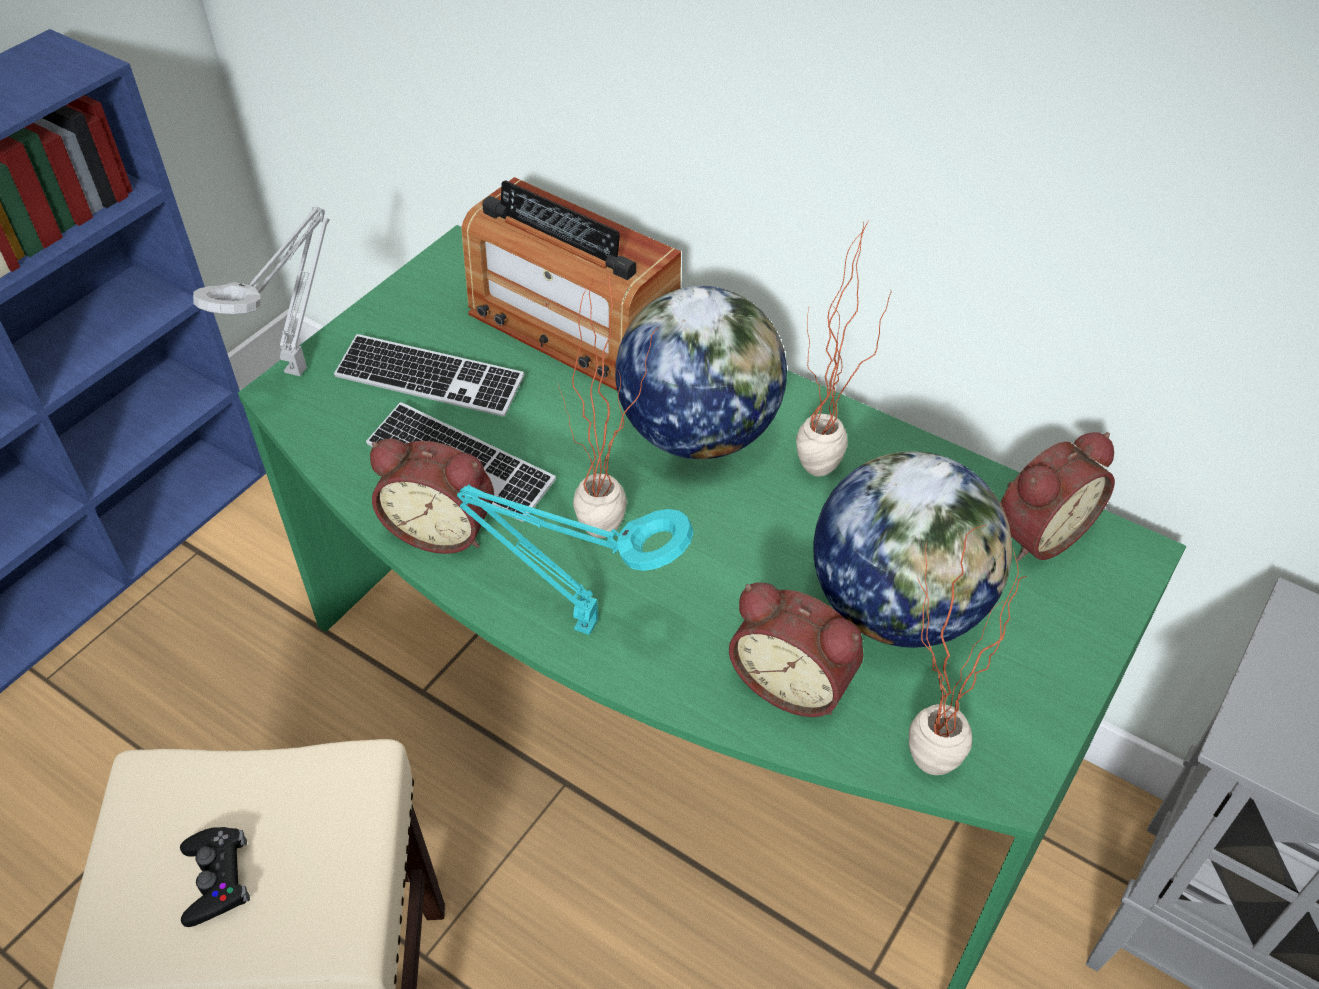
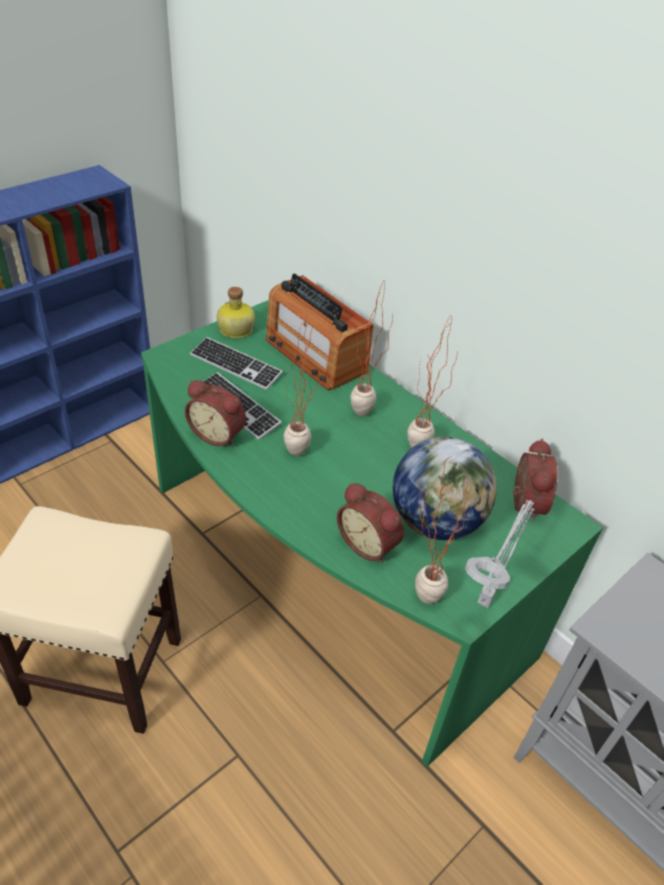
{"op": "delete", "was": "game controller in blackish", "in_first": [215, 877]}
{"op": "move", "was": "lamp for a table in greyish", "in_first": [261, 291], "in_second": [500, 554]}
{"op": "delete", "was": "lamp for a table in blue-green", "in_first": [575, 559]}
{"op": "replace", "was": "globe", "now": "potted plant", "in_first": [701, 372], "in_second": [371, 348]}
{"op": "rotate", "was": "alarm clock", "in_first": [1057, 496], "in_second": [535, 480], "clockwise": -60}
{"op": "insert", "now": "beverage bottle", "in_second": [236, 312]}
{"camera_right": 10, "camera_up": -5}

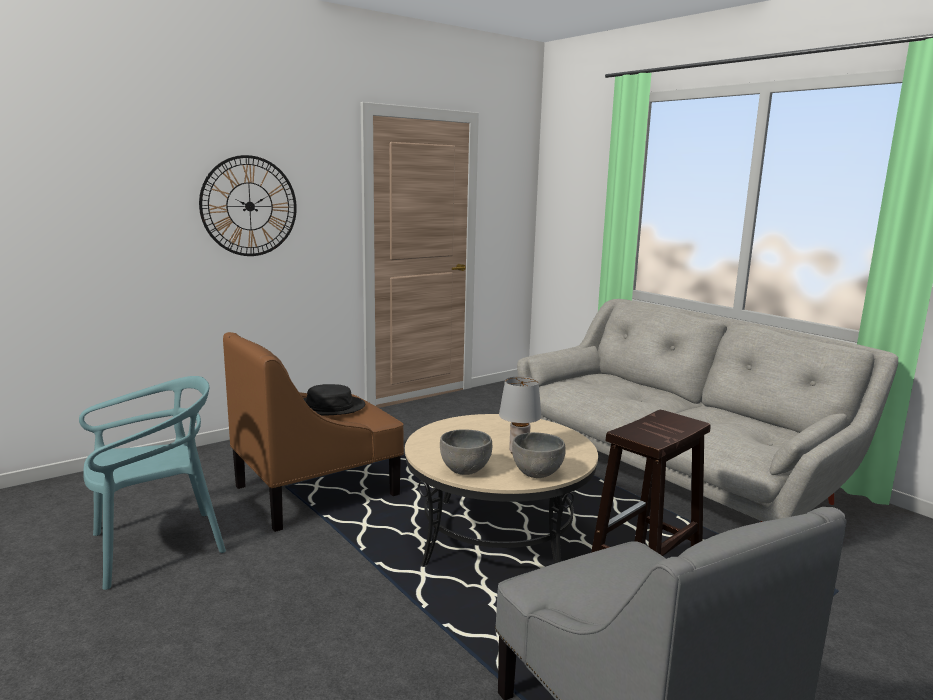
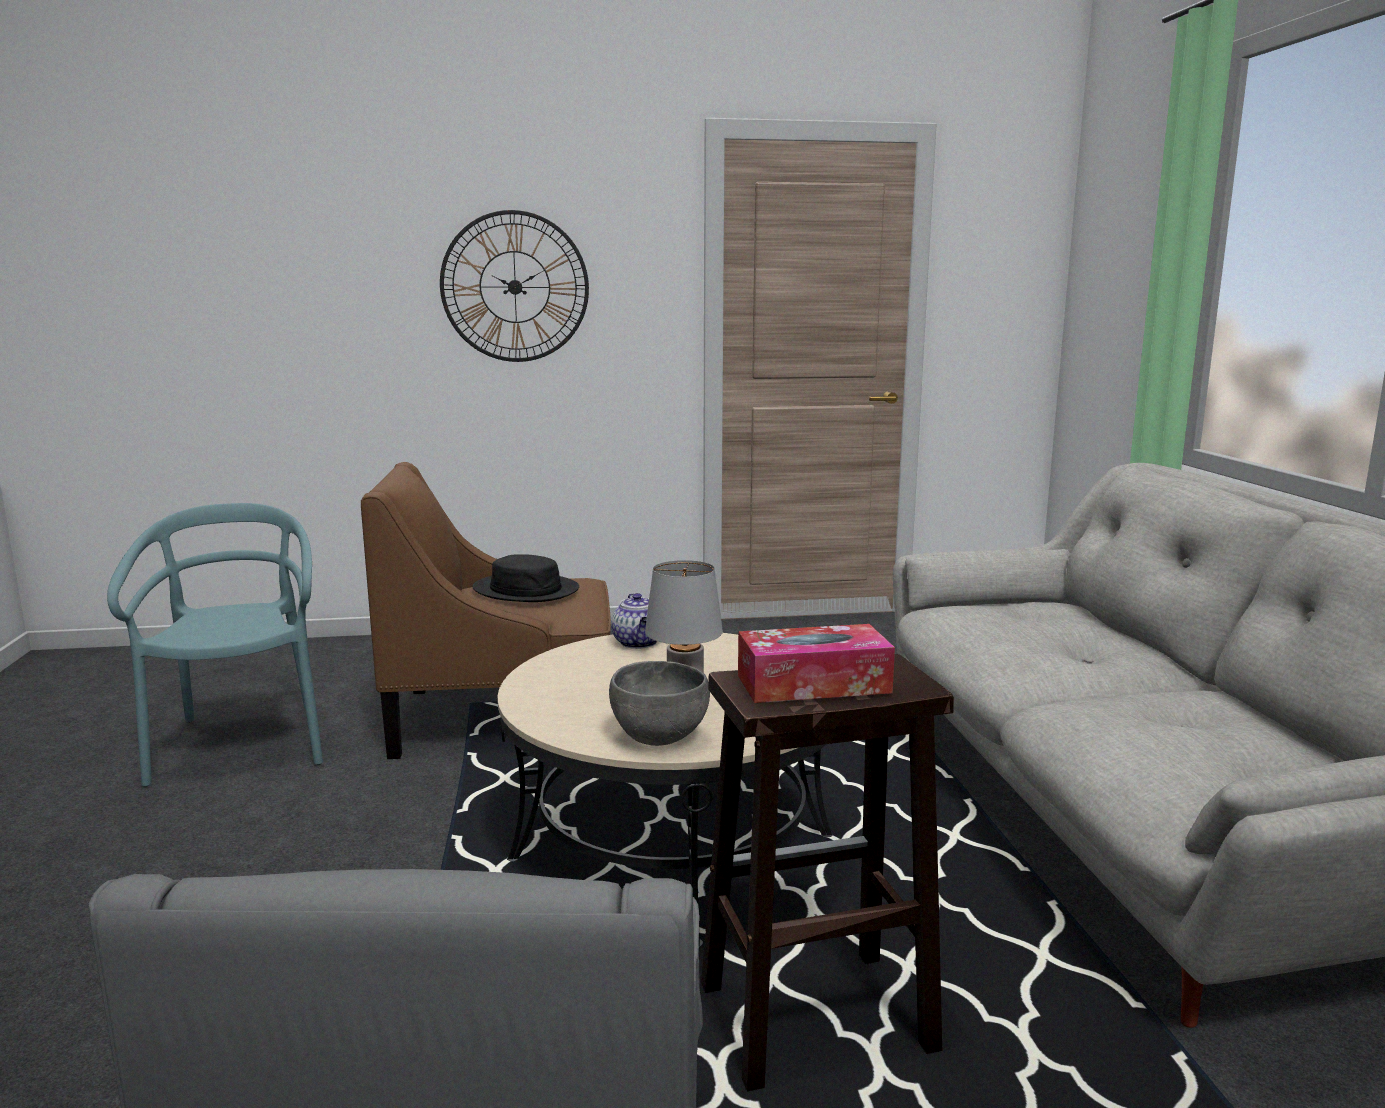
{"op": "rotate", "was": "chair in blue-green", "in_first": [152, 483], "in_second": [215, 645], "clockwise": -105}
{"op": "delete", "was": "deep dish in greyish", "in_first": [466, 452]}
{"op": "insert", "now": "tea pot", "in_second": [634, 621]}
{"op": "insert", "now": "box of tissues", "in_second": [816, 663]}
{"camera_right": 30, "camera_up": 0}

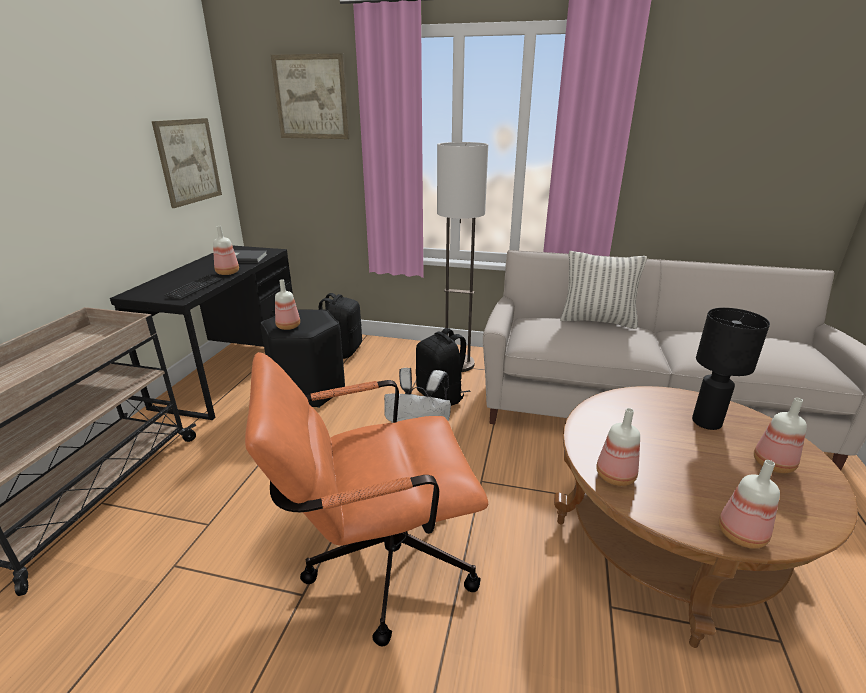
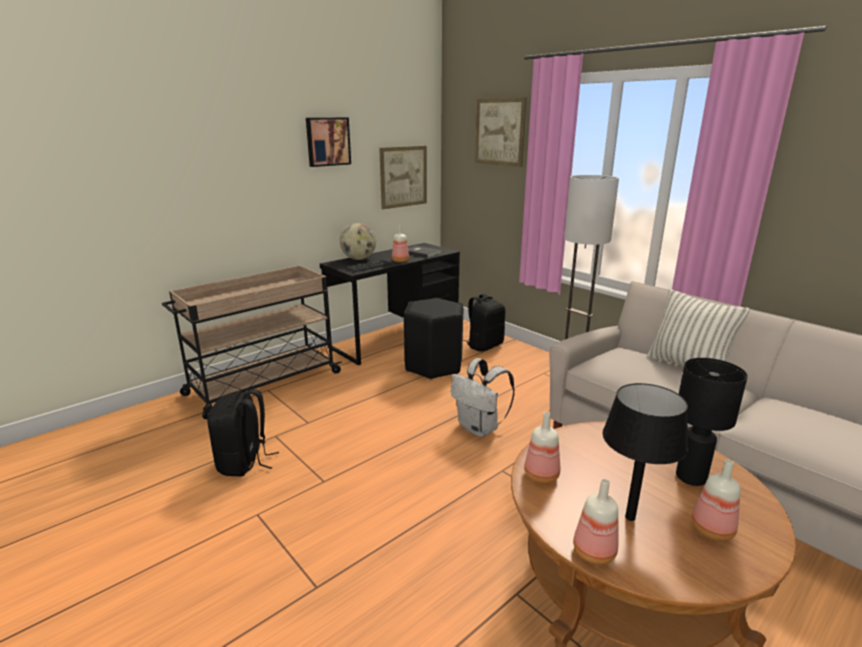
{"op": "delete", "was": "computer chair in orangey", "in_first": [366, 499]}
{"op": "delete", "was": "beverage bottle", "in_first": [287, 305]}
{"op": "move", "was": "knapsack in blackish", "in_first": [443, 367], "in_second": [243, 432]}
{"op": "insert", "now": "wall art", "in_second": [328, 142]}
{"op": "insert", "now": "globe", "in_second": [358, 241]}
{"op": "insert", "now": "lamp for a table in blackish", "in_second": [645, 452]}
{"camera_right": 35, "camera_up": -5}

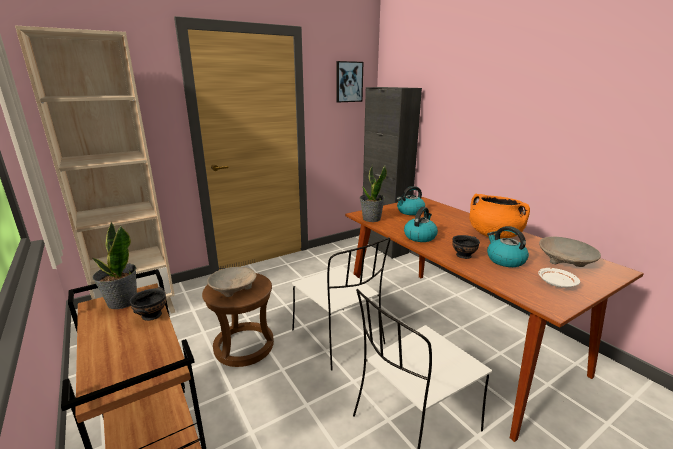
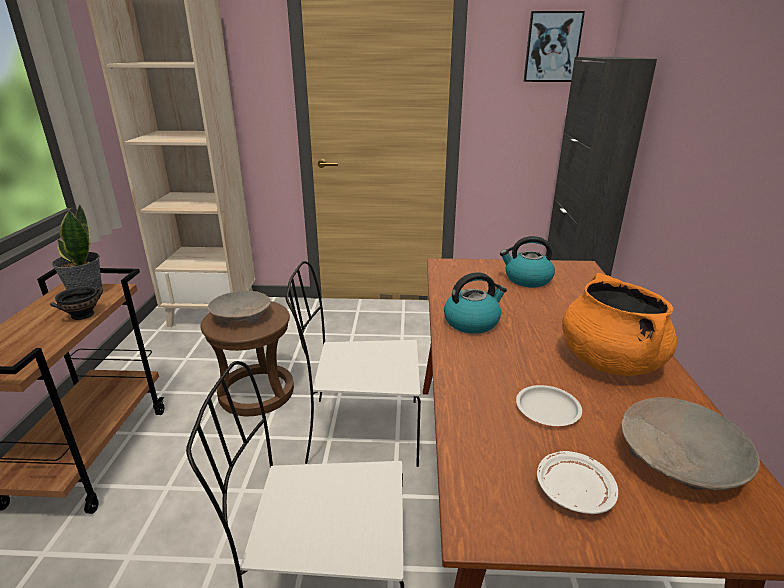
{"op": "rotate", "was": "chair in white-coloured", "in_first": [341, 304], "in_second": [353, 364], "clockwise": 90}
{"op": "delete", "was": "potted plant", "in_first": [373, 193]}
{"op": "delete", "was": "deep dish in blackish", "in_first": [466, 247]}
{"op": "replace", "was": "kettle", "now": "flat dish in white-coloured", "in_first": [508, 246], "in_second": [549, 405]}
{"camera_right": 35, "camera_up": 5}

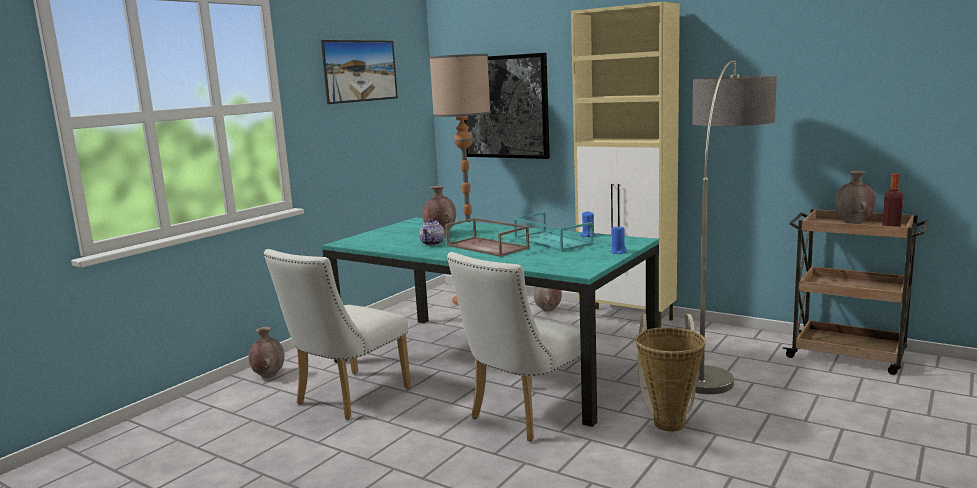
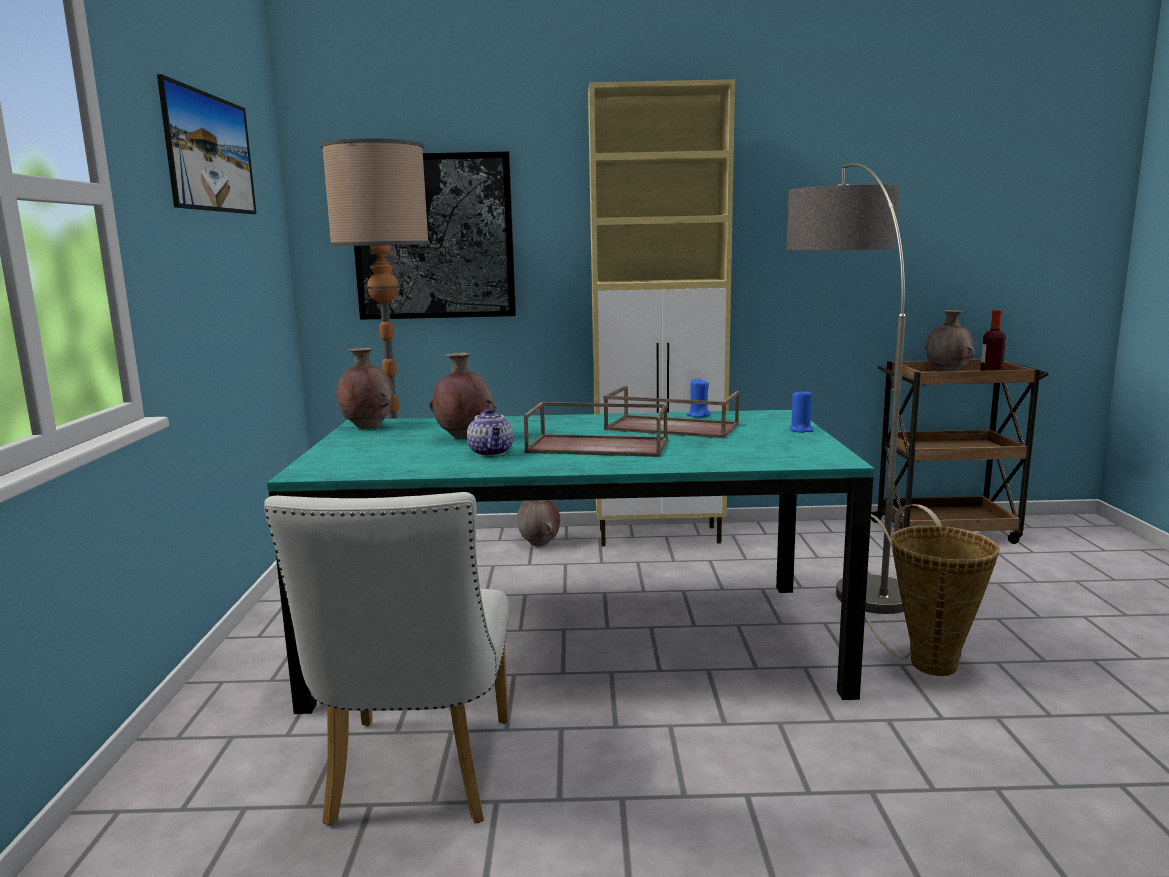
{"op": "move", "was": "decorative vase in brownish", "in_first": [266, 352], "in_second": [365, 388]}
{"op": "delete", "was": "chair in white-coloured", "in_first": [514, 347]}
{"op": "recolor", "was": "serving tray in blue-green", "now": "serving tray in brownish", "in_first": [554, 231], "in_second": [671, 412]}
{"camera_right": -35, "camera_up": 0}

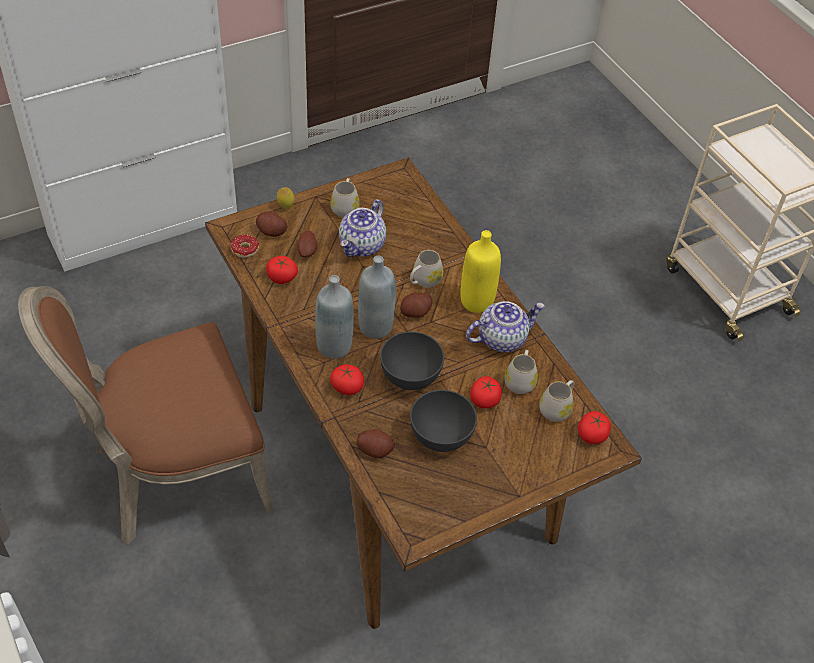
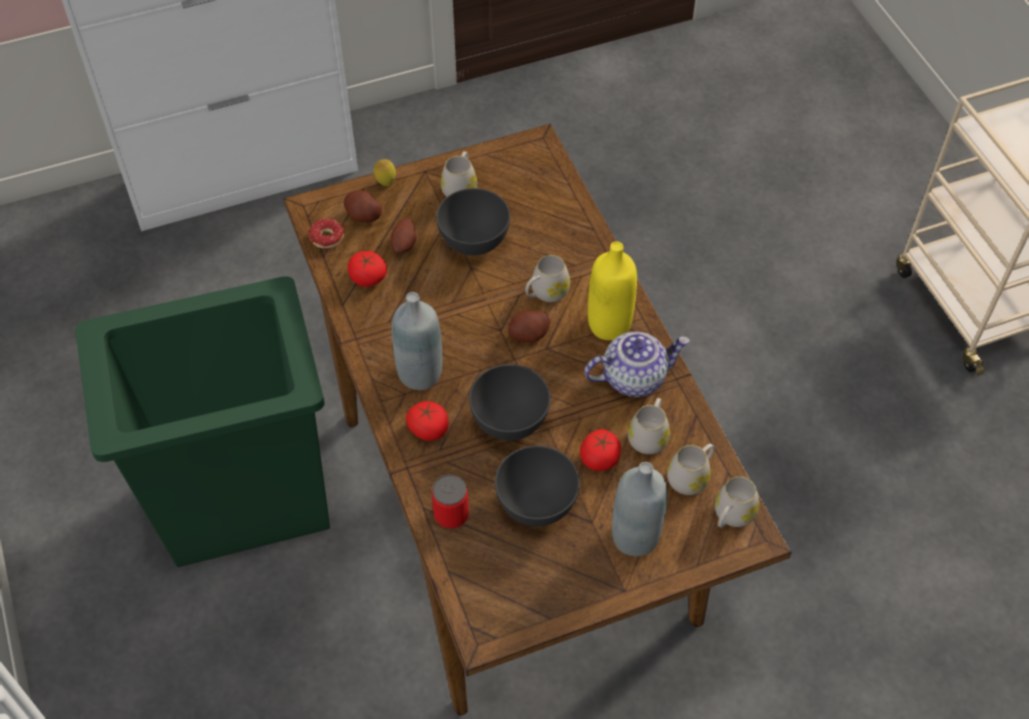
{"op": "replace", "was": "chair in brownish", "now": "trash can in green", "in_first": [146, 415], "in_second": [202, 422]}
{"op": "replace", "was": "tea pot", "now": "deep dish in greyish", "in_first": [362, 228], "in_second": [473, 221]}
{"op": "replace", "was": "potato", "now": "can", "in_first": [375, 443], "in_second": [450, 501]}
{"op": "move", "was": "beverage bottle in greyish", "in_first": [377, 297], "in_second": [639, 509]}
{"op": "replace", "was": "tomato", "now": "coffee mug in white-coloured", "in_first": [594, 427], "in_second": [737, 502]}
{"camera_right": 10, "camera_up": 5}

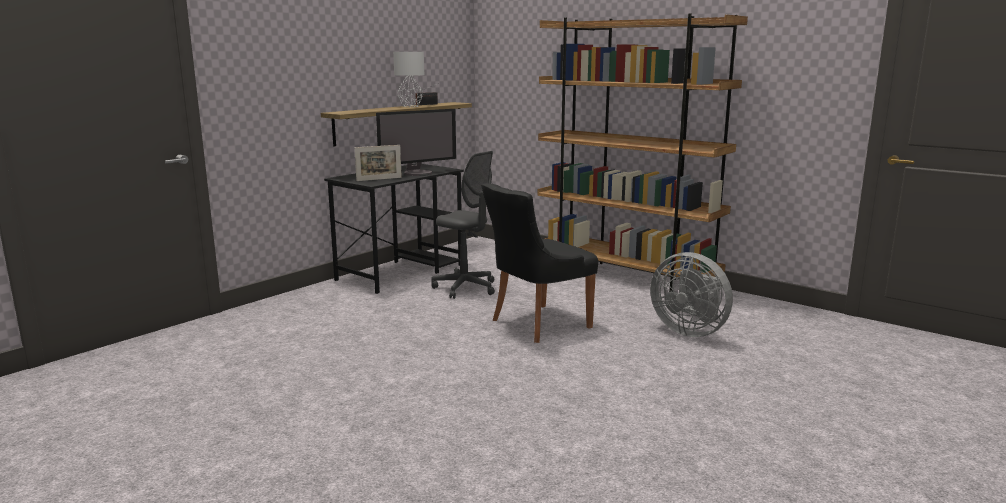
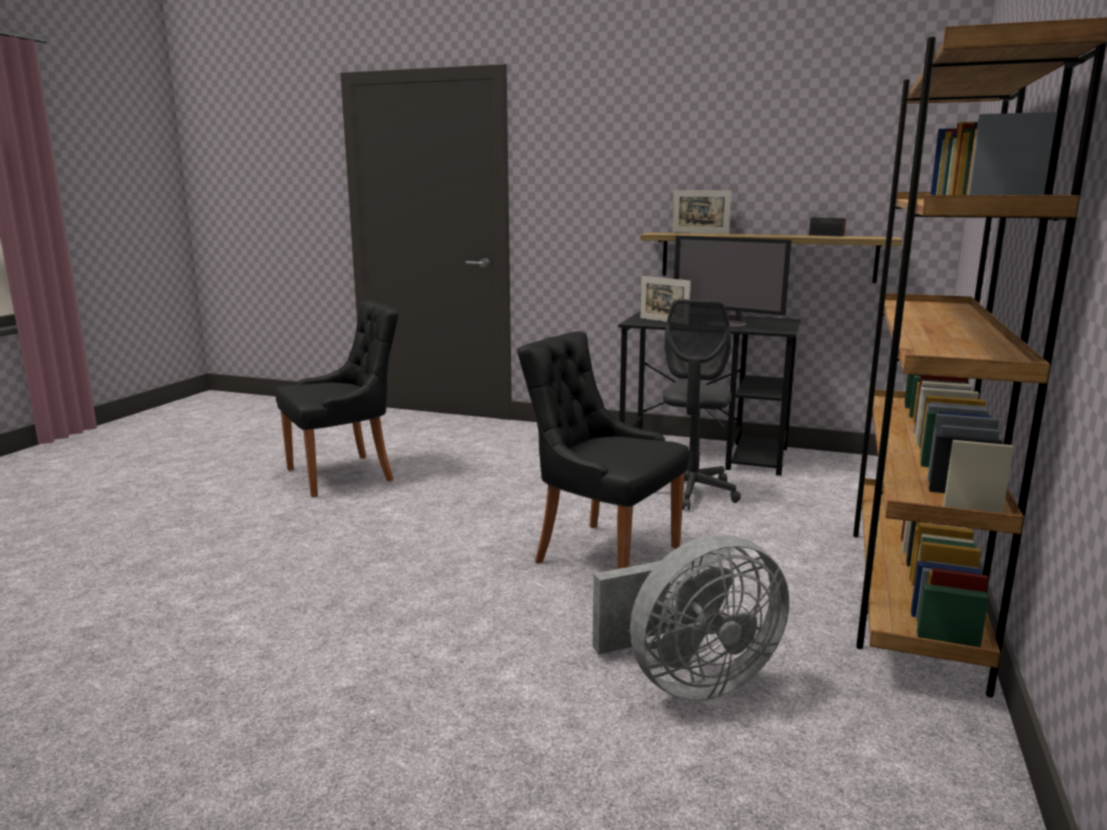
{"op": "delete", "was": "lamp for a table in greyish", "in_first": [408, 79]}
{"op": "rotate", "was": "electric fan in greyish", "in_first": [691, 294], "in_second": [690, 618], "clockwise": -135}
{"op": "insert", "now": "chair in blackish", "in_second": [336, 399]}
{"op": "insert", "now": "standing frame", "in_second": [702, 212]}
{"camera_right": 70, "camera_up": 0}

